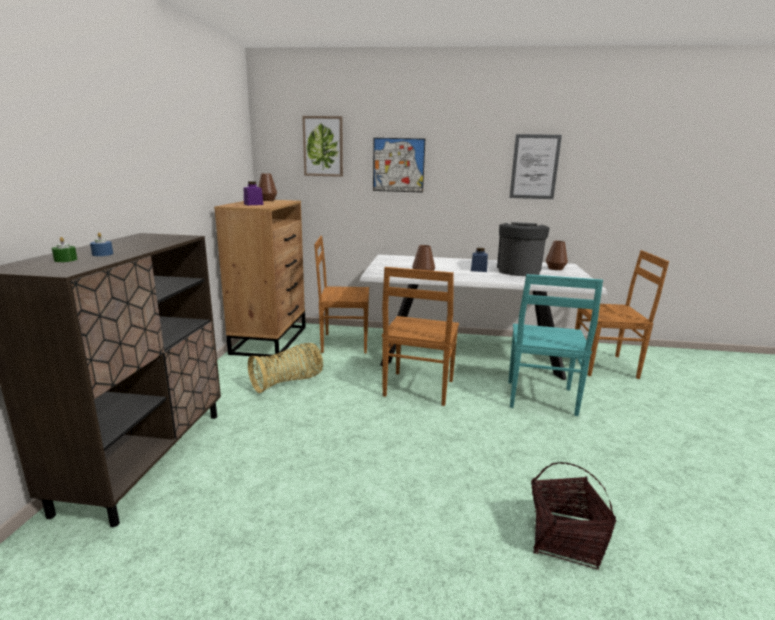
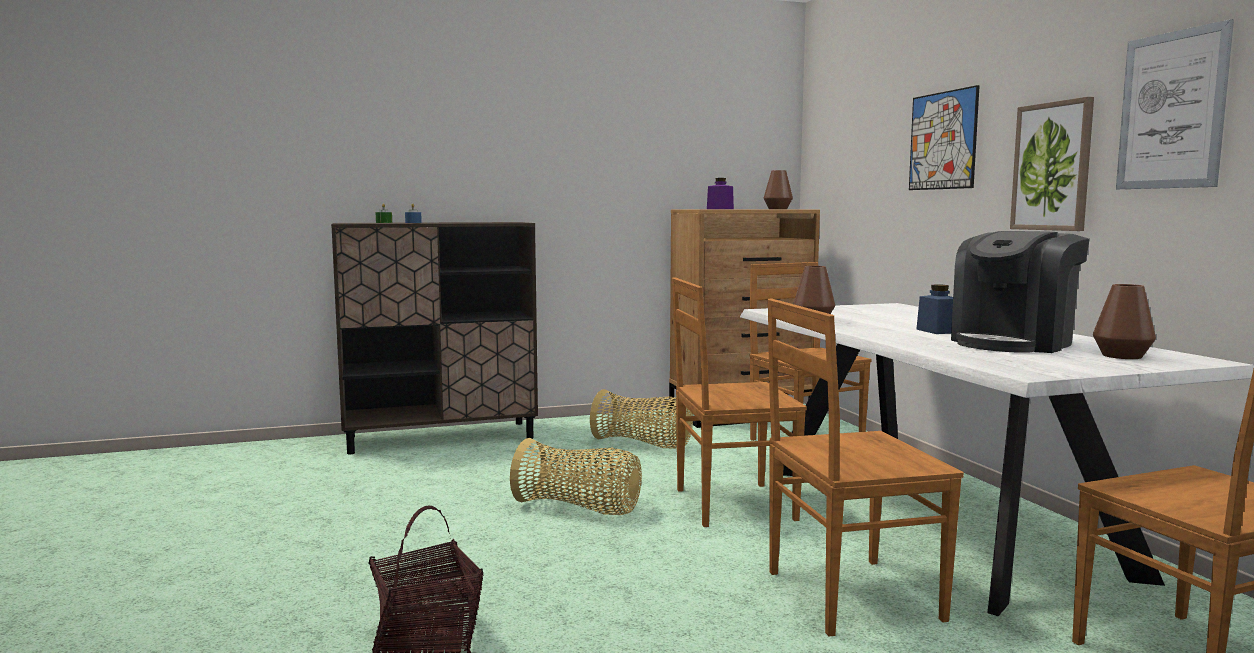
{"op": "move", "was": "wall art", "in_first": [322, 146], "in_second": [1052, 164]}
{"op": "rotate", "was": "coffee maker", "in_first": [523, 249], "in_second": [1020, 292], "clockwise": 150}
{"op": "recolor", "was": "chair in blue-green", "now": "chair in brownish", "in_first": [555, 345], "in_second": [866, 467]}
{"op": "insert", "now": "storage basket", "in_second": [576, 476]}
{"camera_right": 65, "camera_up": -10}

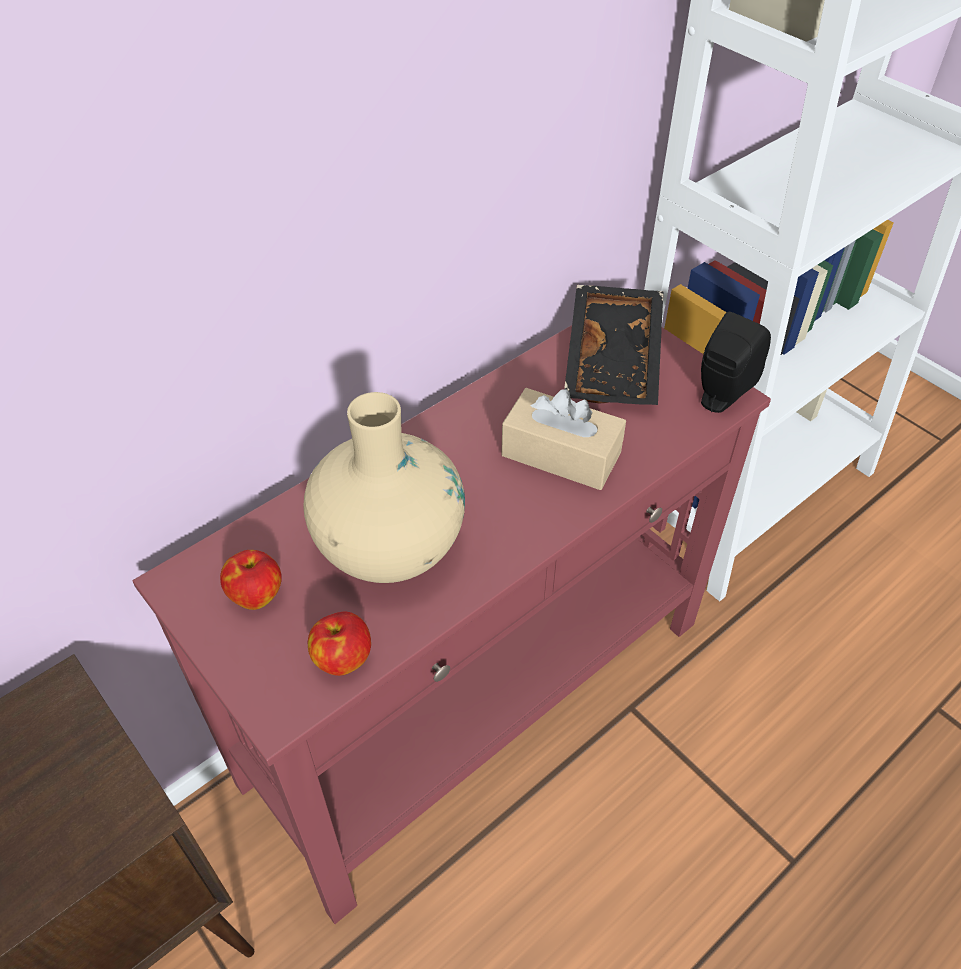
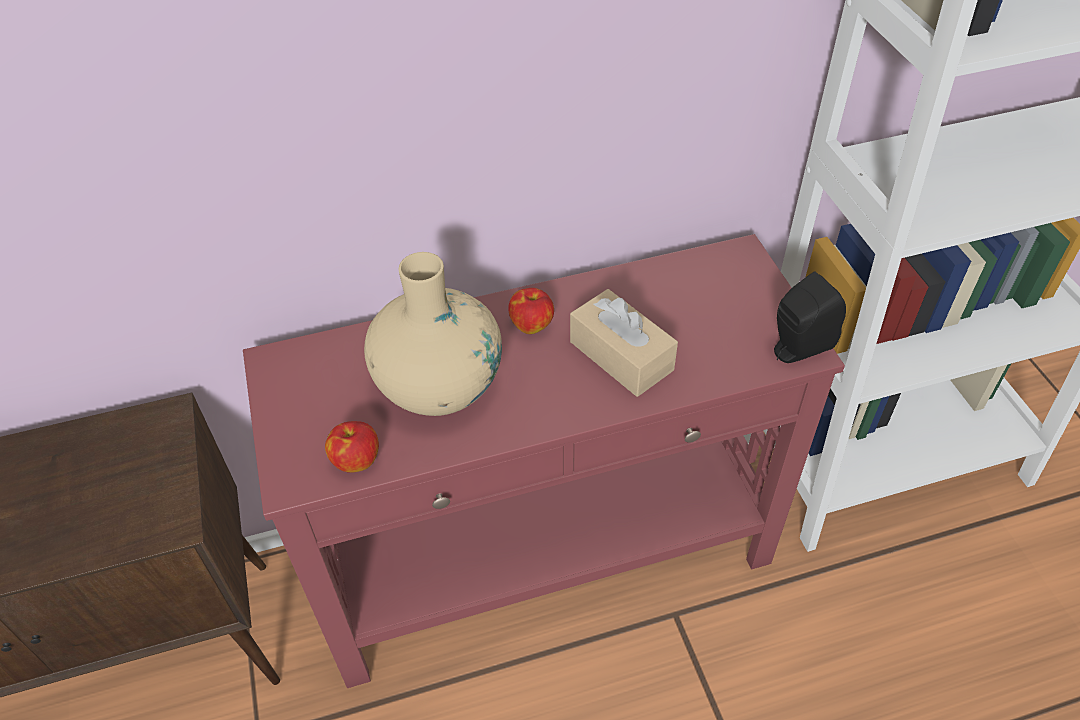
{"op": "move", "was": "whole apple", "in_first": [251, 580], "in_second": [531, 311]}
{"op": "delete", "was": "serving tray in blackish", "in_first": [614, 345]}
{"camera_right": 25, "camera_up": 0}

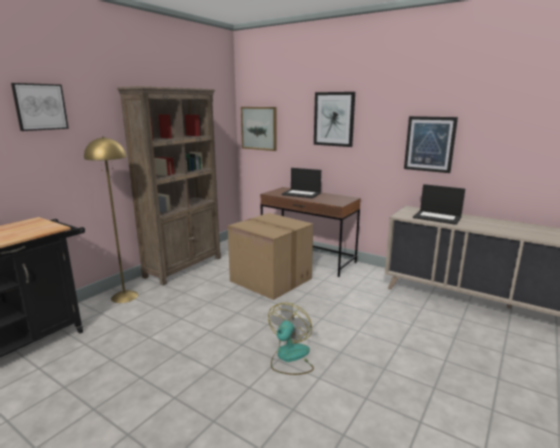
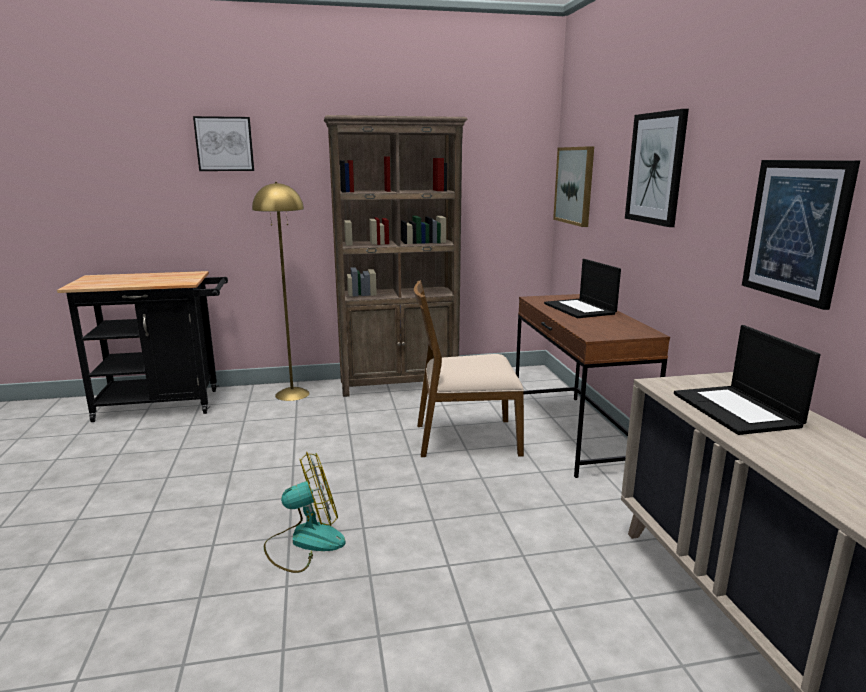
{"op": "replace", "was": "carton", "now": "chair in brownish", "in_first": [270, 256], "in_second": [469, 368]}
{"camera_right": 45, "camera_up": 0}

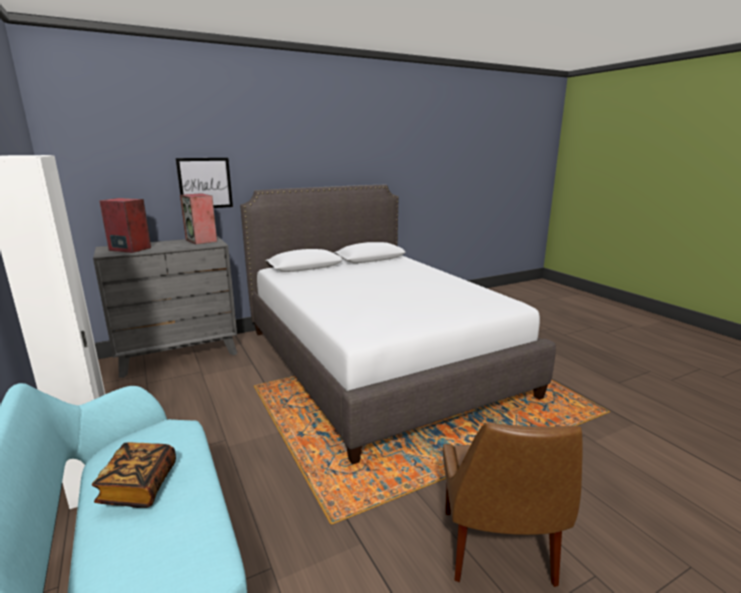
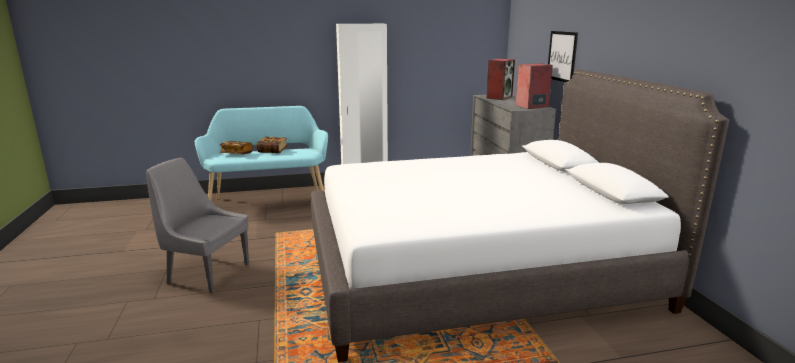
{"op": "recolor", "was": "chair in brownish", "now": "chair in greyish", "in_first": [513, 505], "in_second": [197, 225]}
{"op": "insert", "now": "book", "in_second": [236, 148]}
{"camera_right": 105, "camera_up": 0}

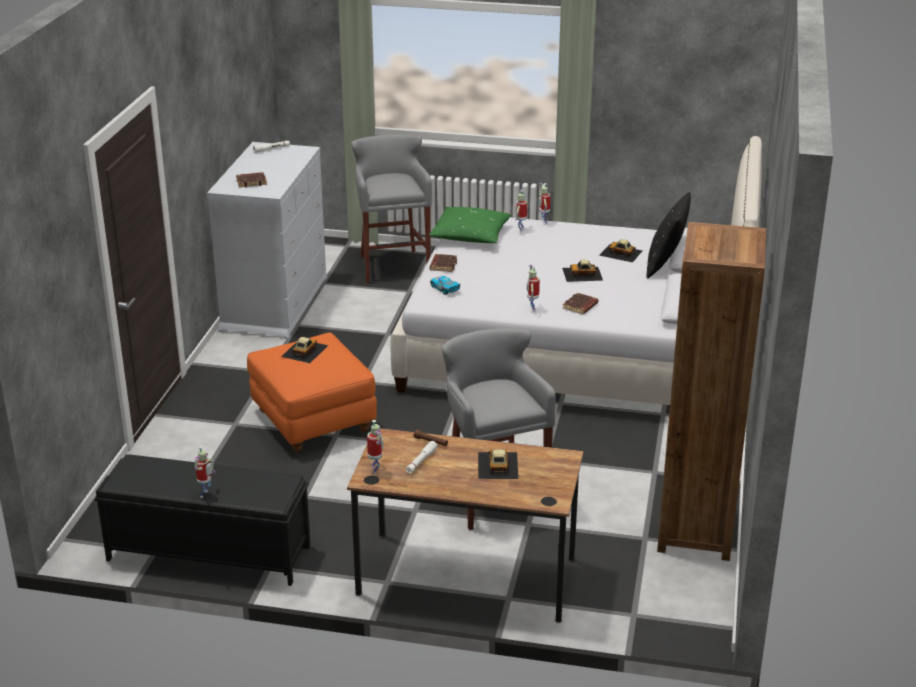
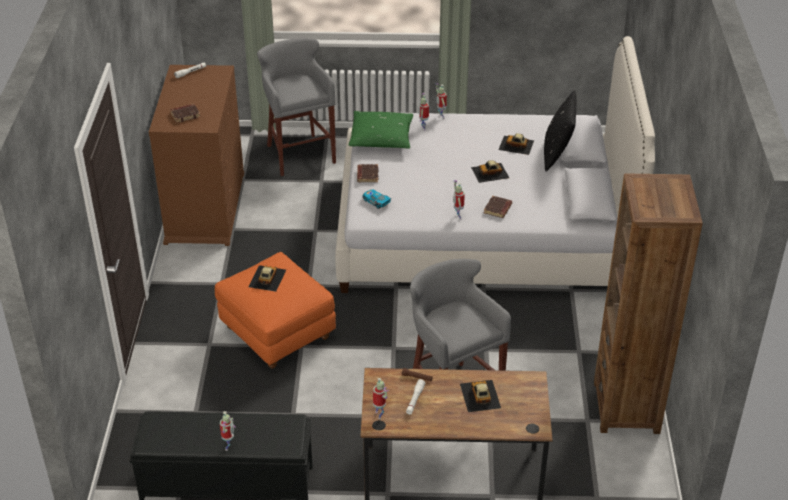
{"op": "recolor", "was": "chest of drawers in white-coloured", "now": "chest of drawers in brownish", "in_first": [267, 240], "in_second": [196, 155]}
{"camera_right": -10, "camera_up": 10}

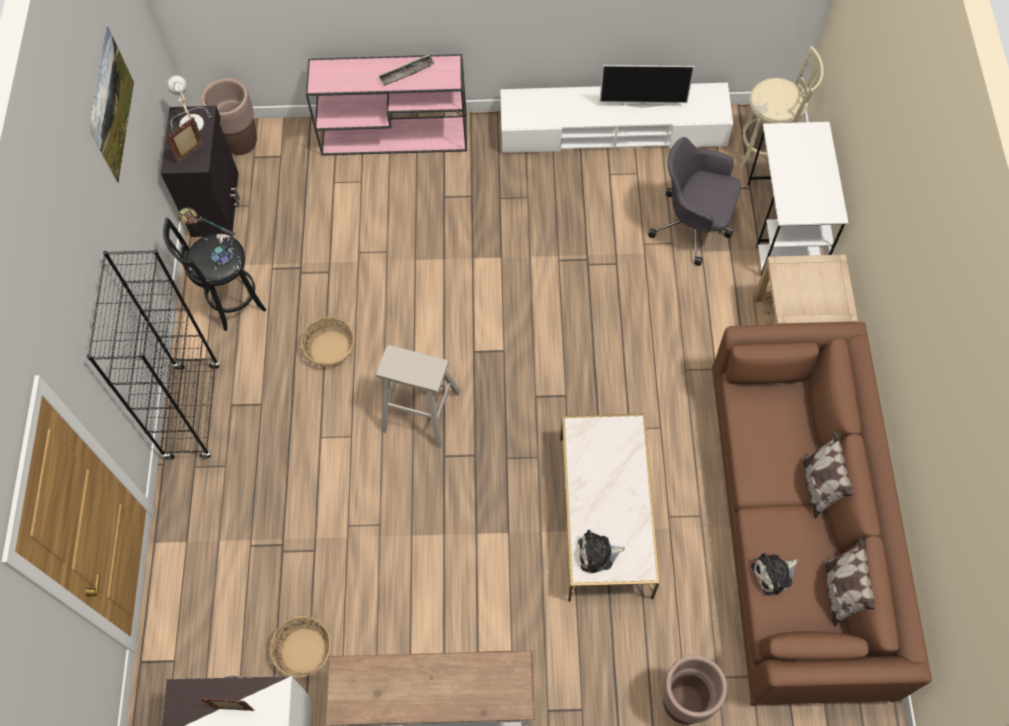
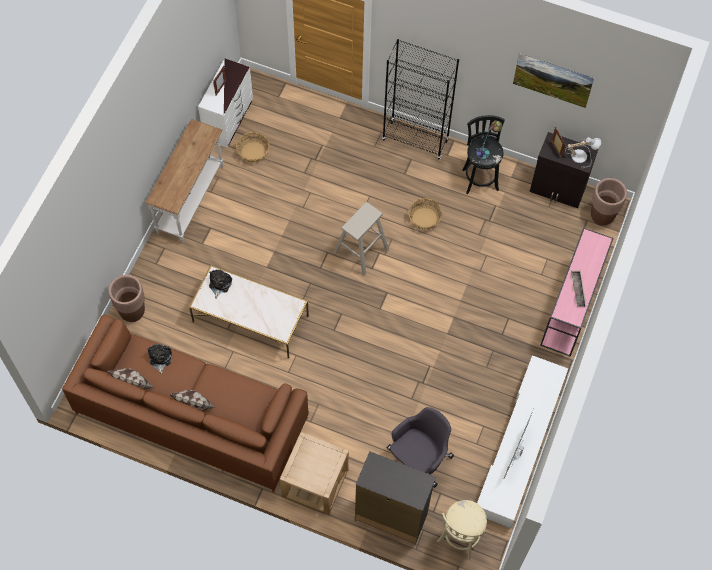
{"op": "replace", "was": "desk table in white-coloured", "now": "chest of drawers in blackish", "in_first": [797, 198], "in_second": [395, 498]}
{"camera_right": 110, "camera_up": 0}

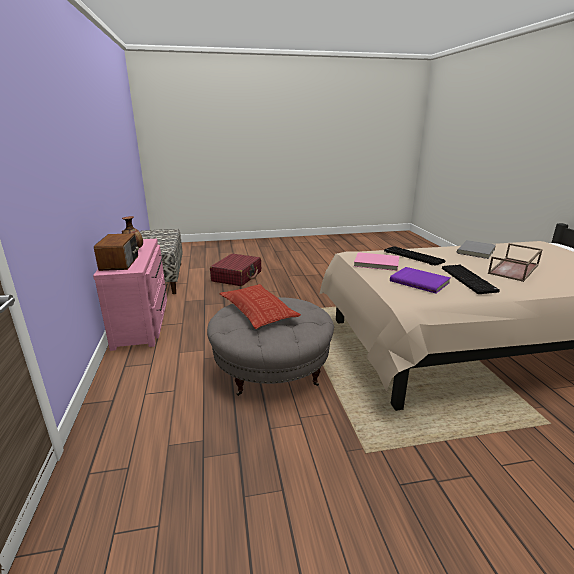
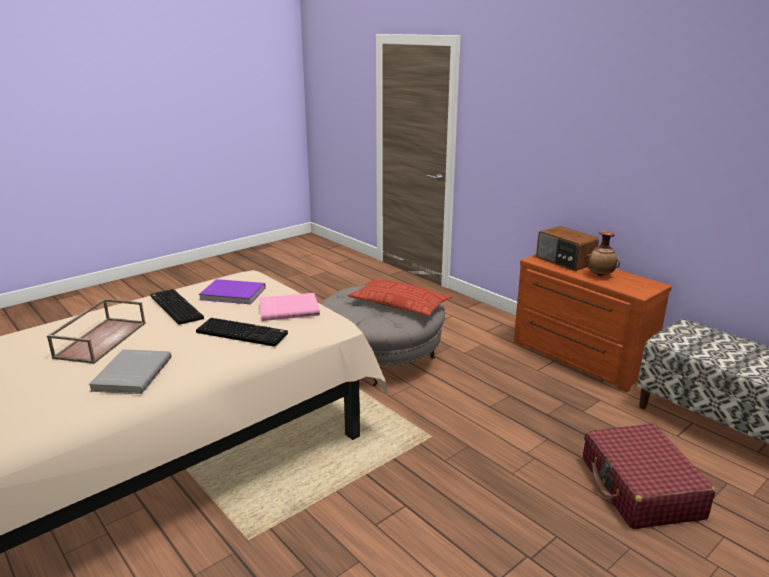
{"op": "recolor", "was": "chest of drawers in pinkish", "now": "chest of drawers in brownish", "in_first": [130, 295], "in_second": [593, 323]}
{"camera_right": 150, "camera_up": 0}

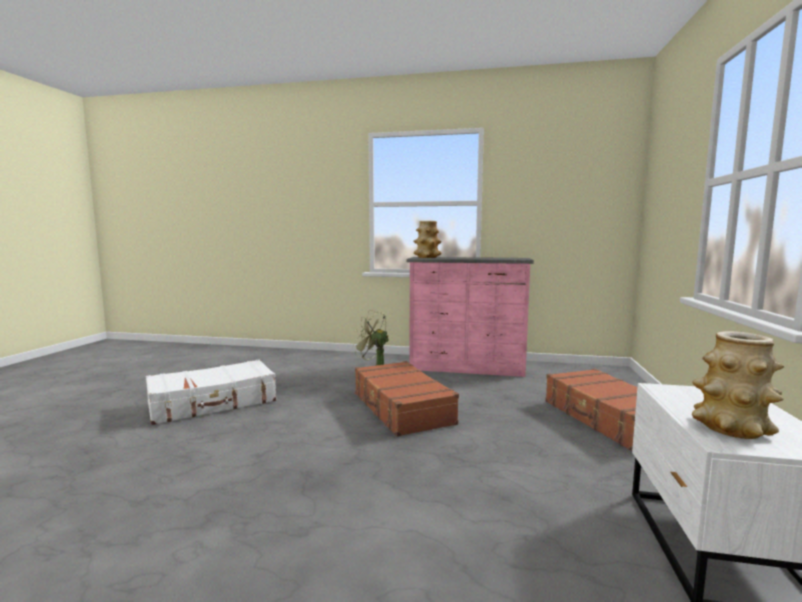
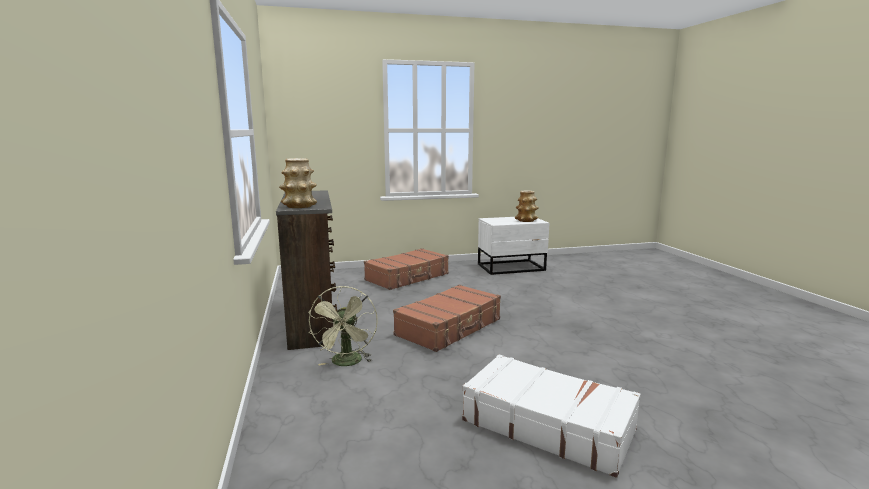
{"op": "recolor", "was": "chest of drawers in pinkish", "now": "chest of drawers in brownish", "in_first": [470, 317], "in_second": [306, 270]}
{"camera_right": -115, "camera_up": 5}

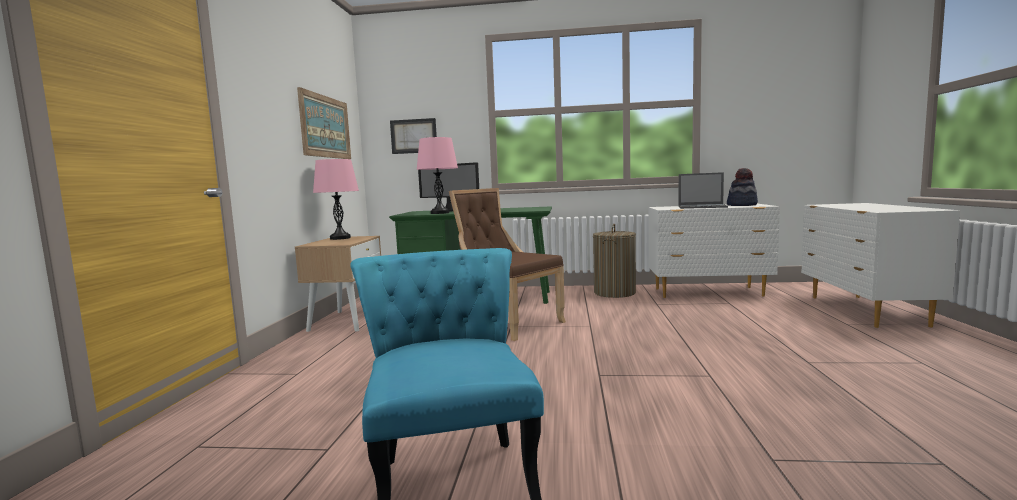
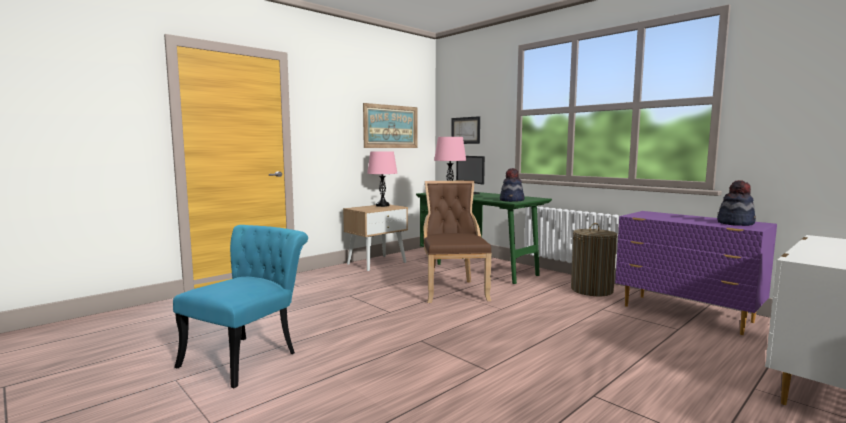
{"op": "recolor", "was": "chest of drawers in white-coloured", "now": "chest of drawers in purple-coloured", "in_first": [714, 251], "in_second": [696, 273]}
{"op": "delete", "was": "notebook computer", "in_first": [703, 190]}
{"op": "insert", "now": "hat", "in_second": [512, 185]}
{"camera_right": 40, "camera_up": 0}

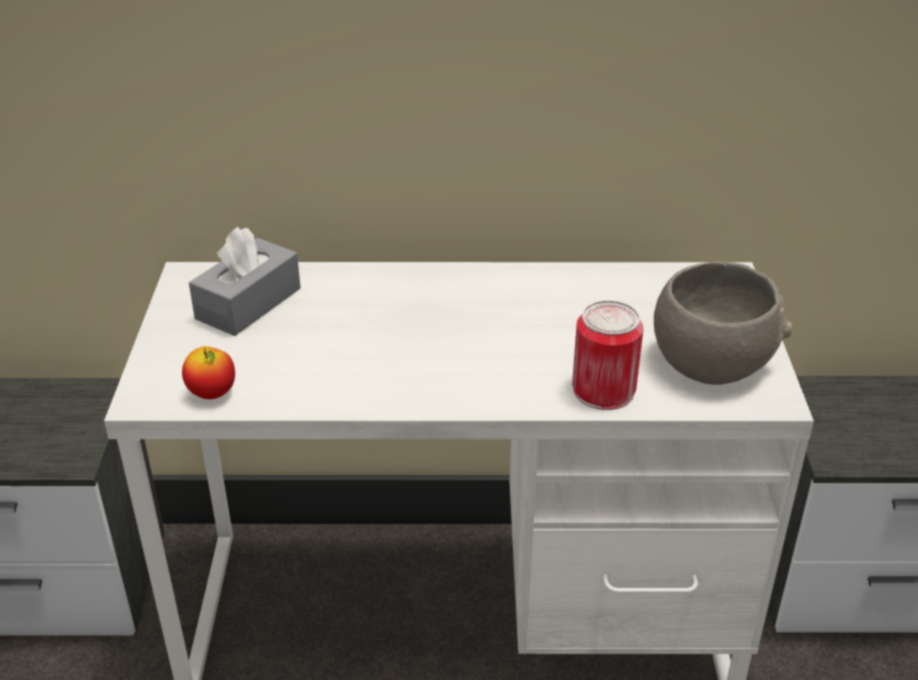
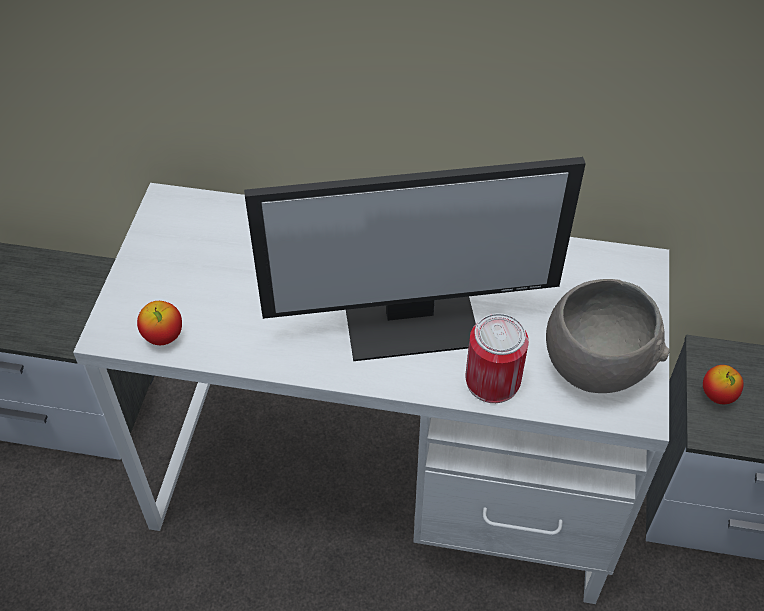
{"op": "delete", "was": "box of tissues in greyish", "in_first": [245, 281]}
{"op": "insert", "now": "computer screen", "in_second": [415, 259]}
{"op": "insert", "now": "whole apple", "in_second": [723, 384]}
{"camera_right": 10, "camera_up": 15}

